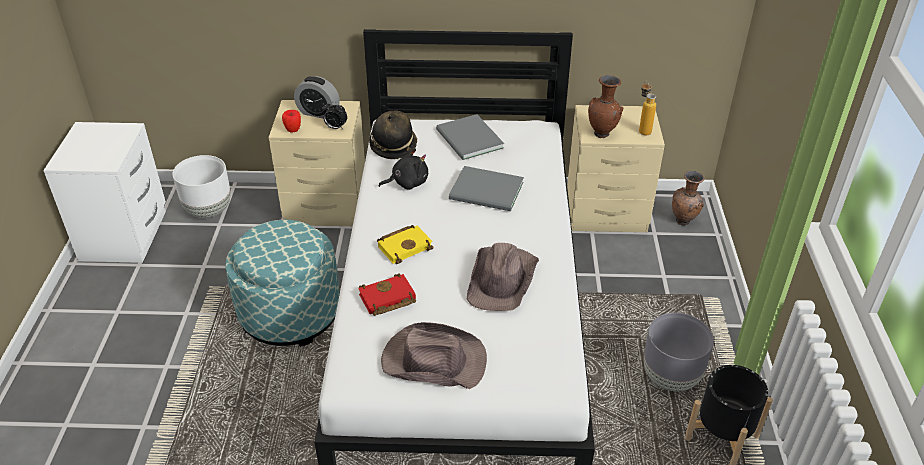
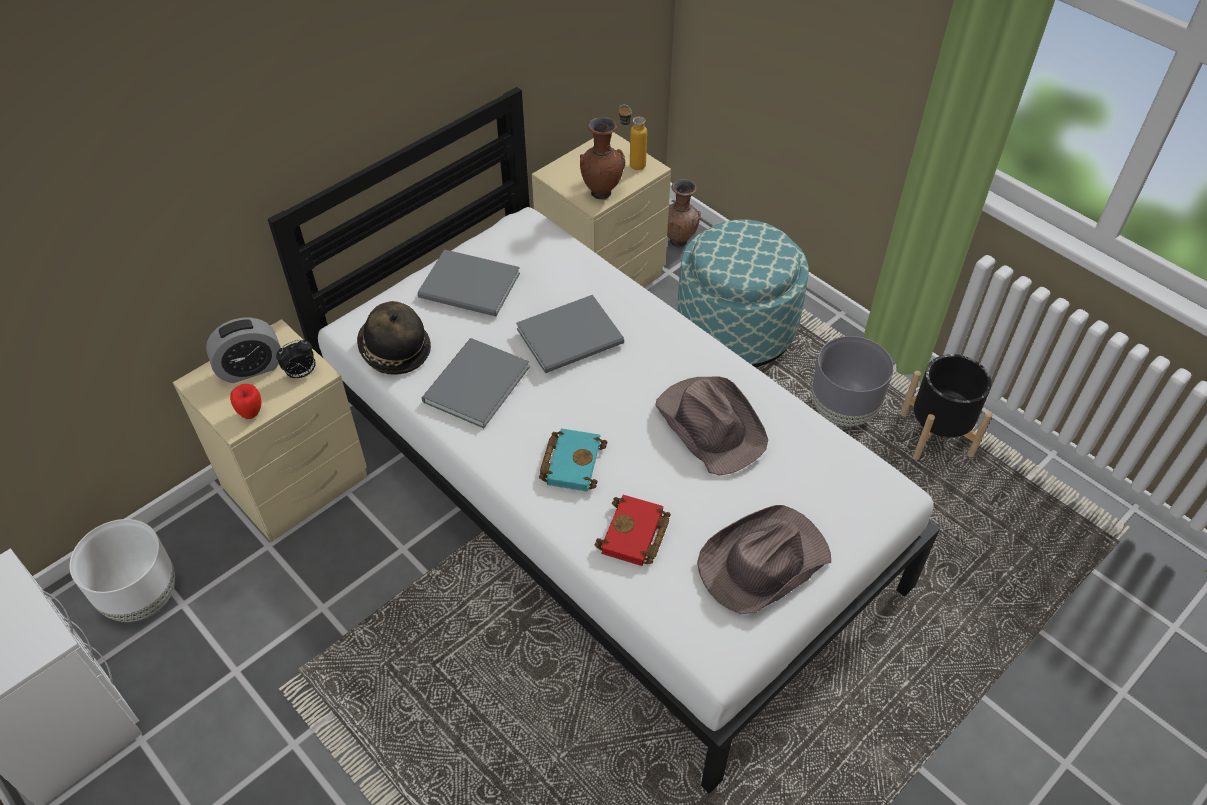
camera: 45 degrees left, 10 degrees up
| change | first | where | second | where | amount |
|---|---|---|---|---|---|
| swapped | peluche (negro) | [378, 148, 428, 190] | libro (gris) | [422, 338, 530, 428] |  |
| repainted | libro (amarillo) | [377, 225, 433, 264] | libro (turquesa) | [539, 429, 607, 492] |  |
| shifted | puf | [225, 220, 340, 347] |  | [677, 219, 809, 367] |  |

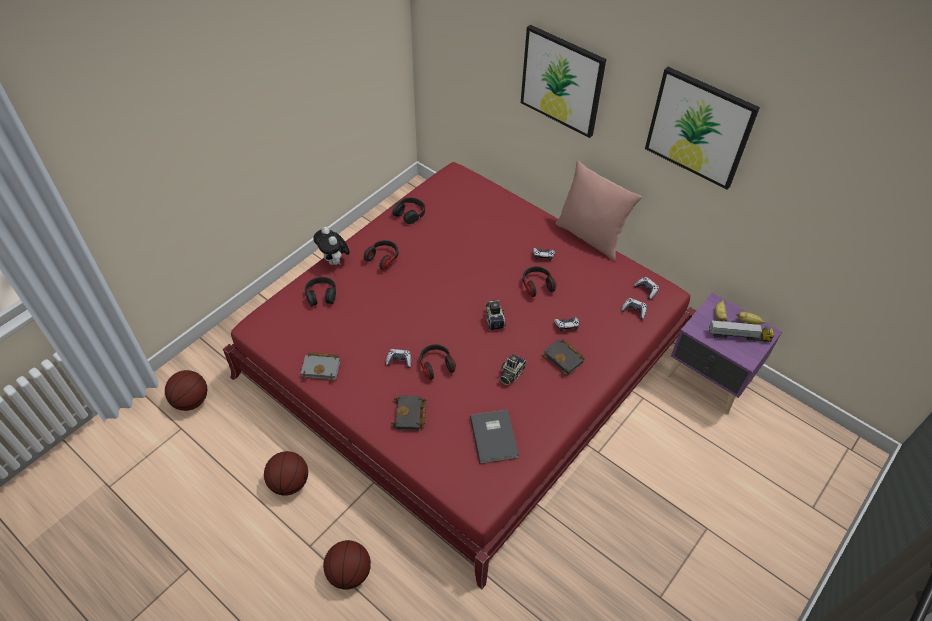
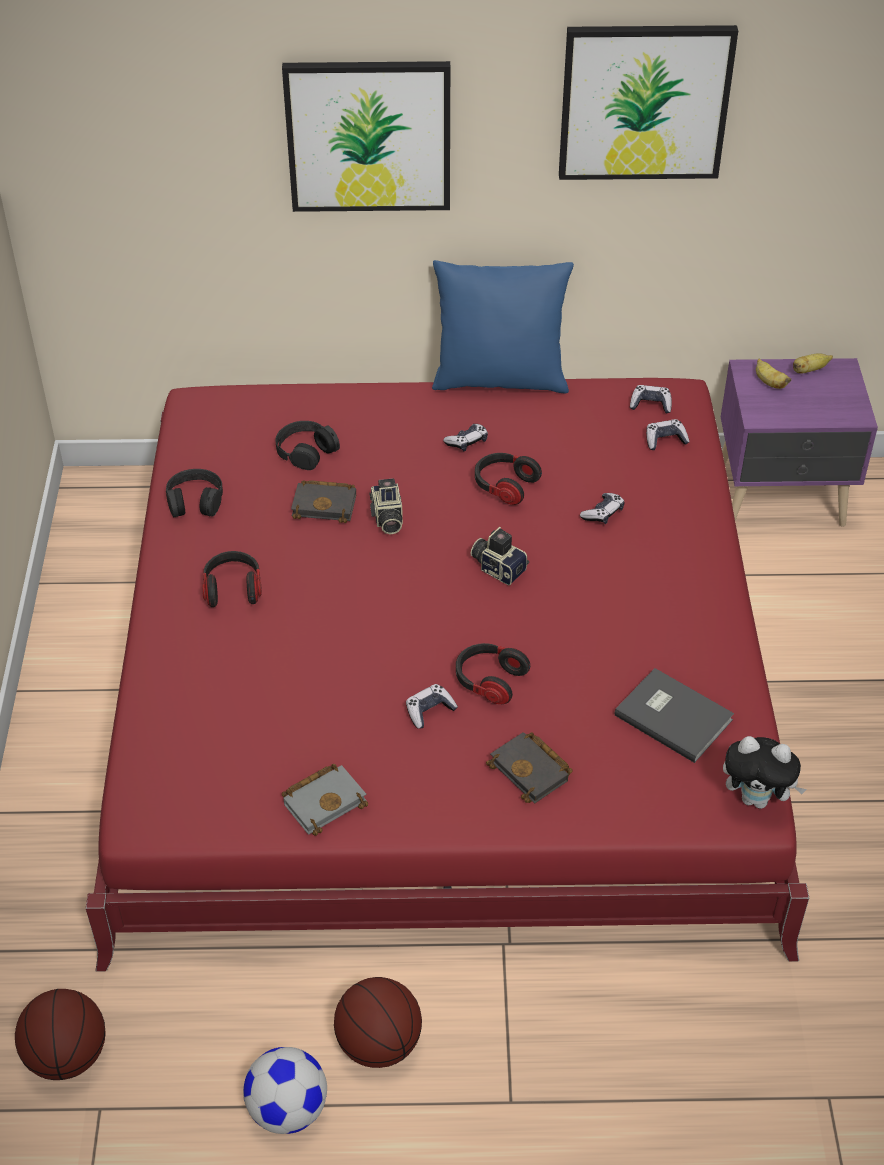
camera: 40 degrees left, 5 degrees down
| change | first | where | second | where | amount |
|---|---|---|---|---|---|
| new |  |  | balón de fútbol | [243, 1047, 327, 1134] |  |
| shifted | auriculares (negro) | [305, 277, 336, 307] |  | [275, 421, 340, 470] |  |
| shifted | libro (negro) | [542, 339, 585, 375] |  | [291, 480, 356, 523] |  |
| shifted | cámara | [499, 354, 526, 385] |  | [370, 478, 403, 535] |  |
| repainted | cojín (rosa) | [556, 160, 642, 261] | cojín (azul) | [432, 260, 574, 393] |  |
| shifted | peluche | [313, 227, 350, 265] |  | [723, 736, 807, 809] |  |
| gone | balón de baloncesto | [323, 540, 371, 590] |  |  |  |
| gone | camión de juguete | [709, 320, 774, 342] |  |  |  |

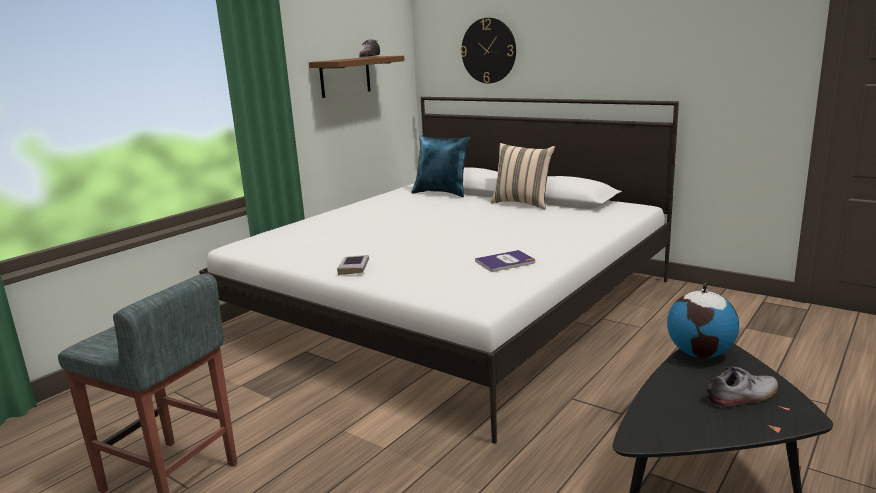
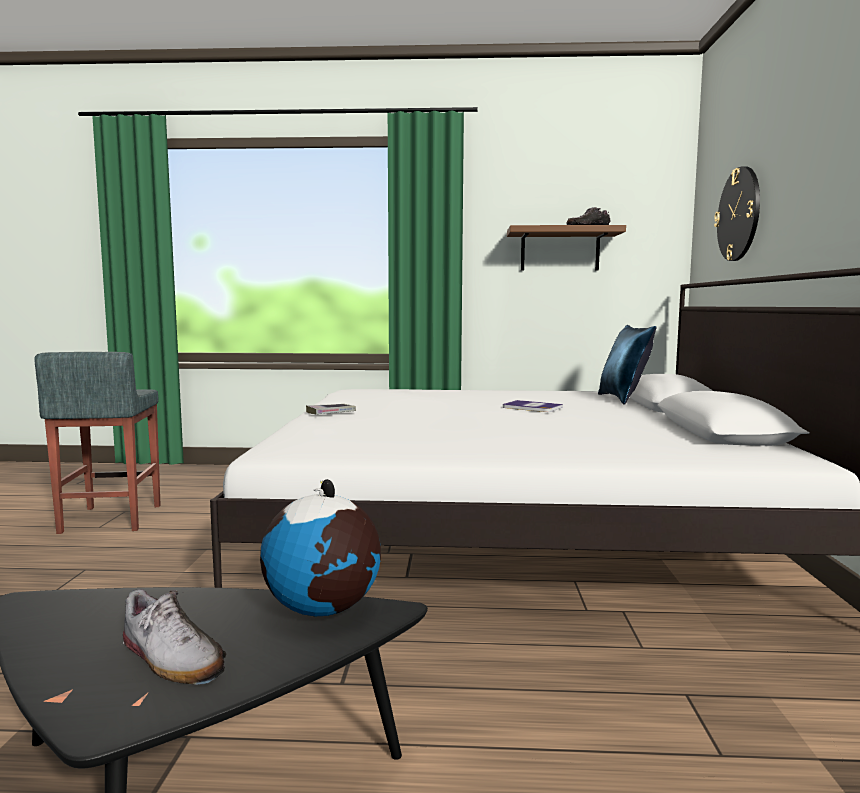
camera: 55 degrees right, 10 degrees down
| change | first | where | second | where | amount |
|---|---|---|---|---|---|
| shifted | libro | [475, 250, 535, 272] |  | [503, 400, 563, 412] |  |
| gone | cojín (beis) | [490, 143, 555, 209] |  |  |  |

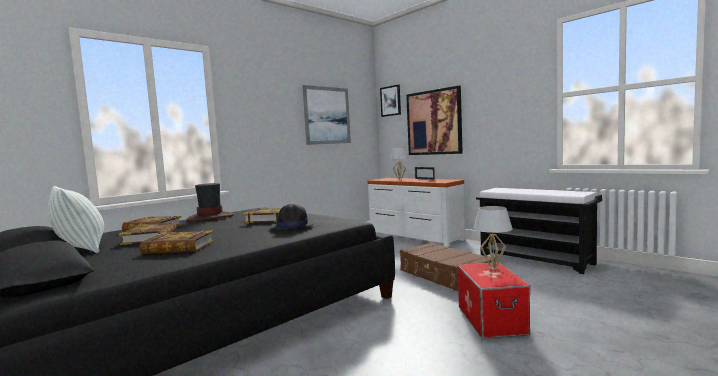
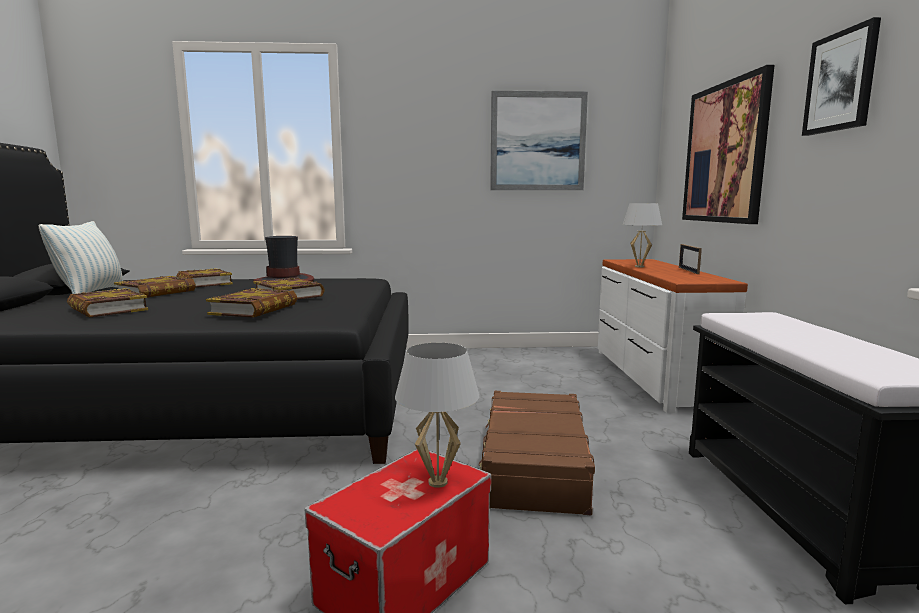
camera: 40 degrees right, 5 degrees up
| change | first | where | second | where | amount |
|---|---|---|---|---|---|
| swapped | sombrero (negro) | [270, 204, 314, 229] | libro | [206, 288, 297, 318] |  |
| shifted | cuadro | [380, 85, 401, 117] |  | [802, 17, 881, 136] |  |

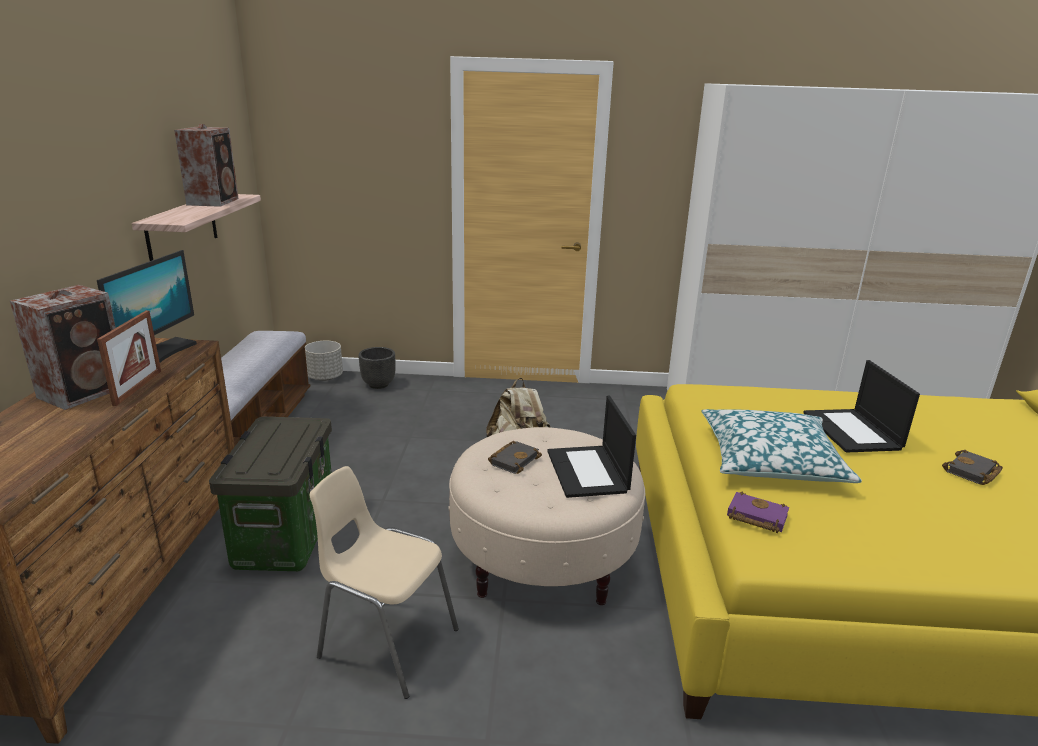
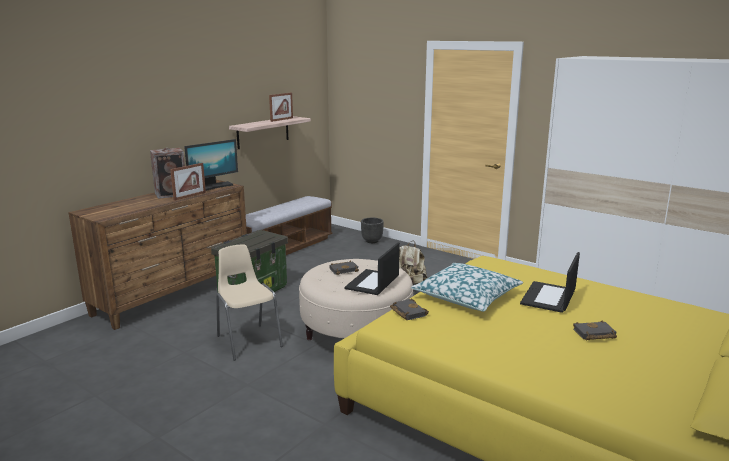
camera: 35 degrees right, 5 degrees down
| change | first | where | second | where | amount |
|---|---|---|---|---|---|
| swapped | altavoz | [174, 124, 239, 207] | portarretratos | [269, 93, 293, 122] |  |
| repainted | libro (morado) | [727, 492, 789, 533] | libro (negro) | [390, 299, 429, 320] |  |
| gone | maceta (gris) | [305, 341, 343, 381] |  |  |  |

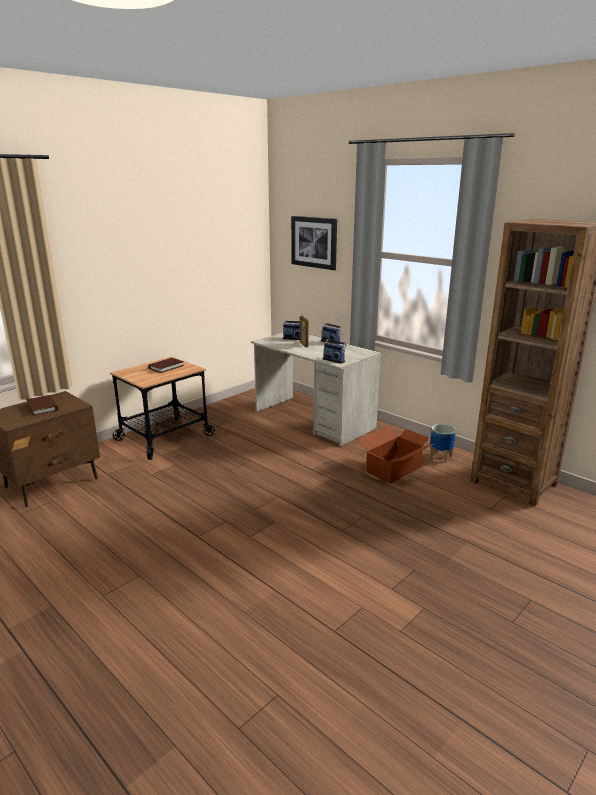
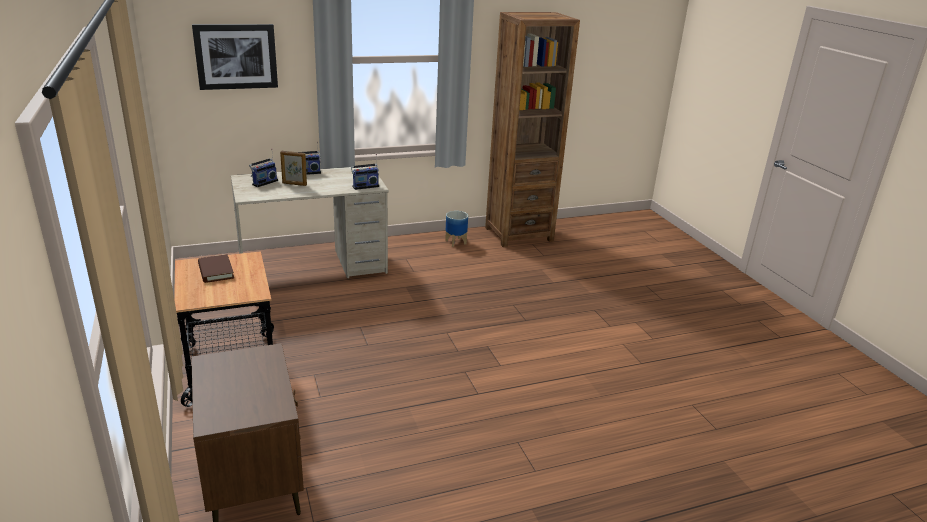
camera: 65 degrees left, 5 degrees up
| change | first | where | second | where | amount |
|---|---|---|---|---|---|
| gone | libro (marrón) | [26, 395, 59, 416] |  |  |  |
| gone | caja de cartón | [358, 426, 434, 484] |  |  |  |

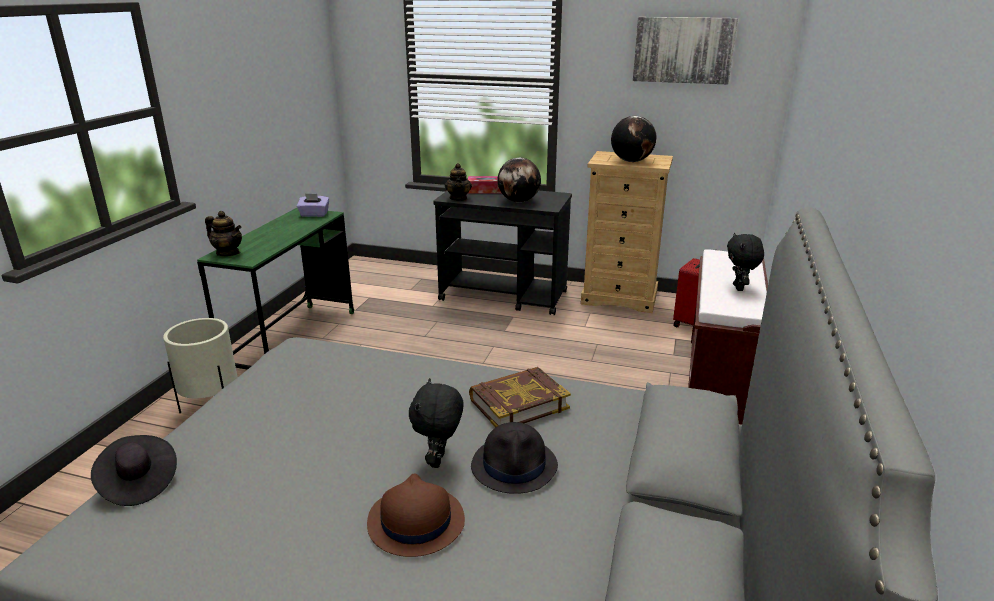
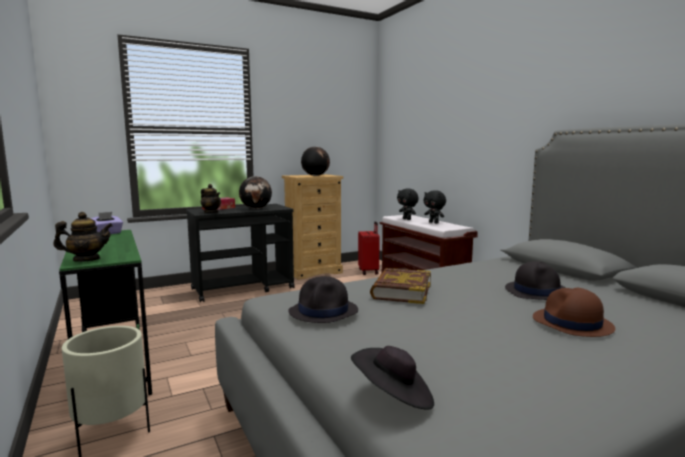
camera: 45 degrees left, 15 degrees down
| change | first | where | second | where | amount |
|---|---|---|---|---|---|
| new |  |  | sombrero (negro) | [288, 276, 358, 323] |  |
| shifted | libro | [469, 367, 571, 428] |  | [370, 268, 431, 304] |  |
| shifted | peluche (negro) | [409, 378, 464, 468] |  | [397, 189, 419, 220] |  |
| gone | cuadro | [633, 17, 738, 85] |  |  |  |

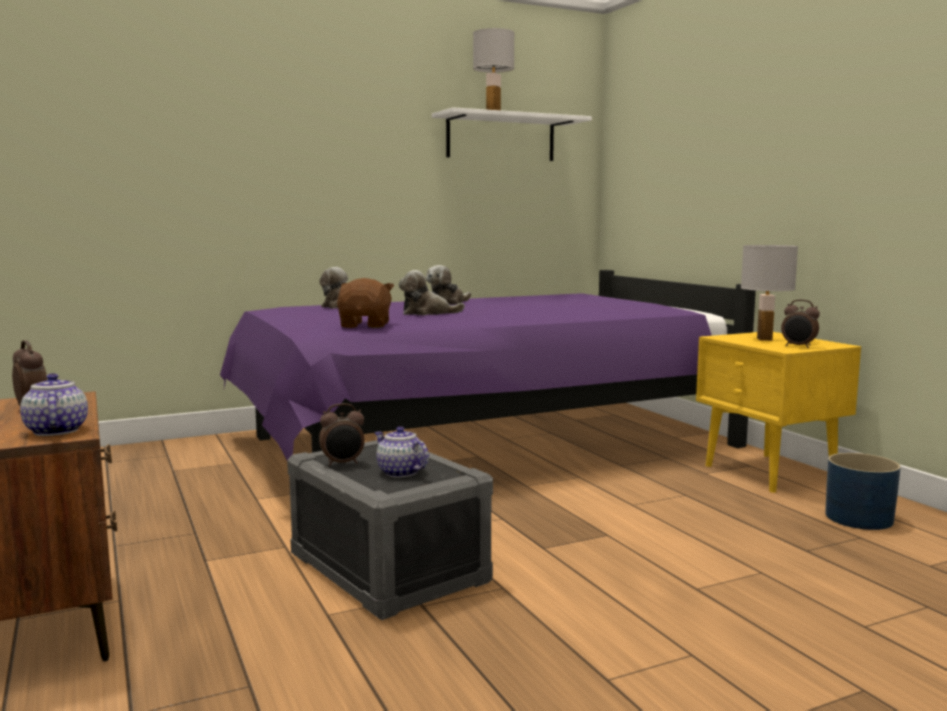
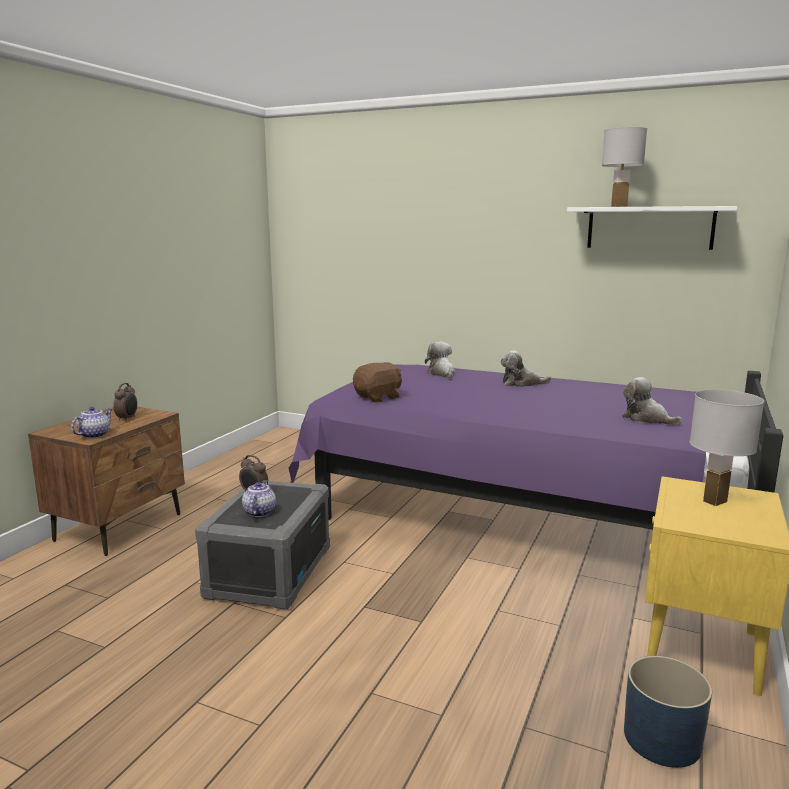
camera: 50 degrees right, 5 degrees up
| change | first | where | second | where | amount |
|---|---|---|---|---|---|
| shifted | peluche | [399, 270, 465, 315] |  | [622, 377, 682, 425] |  |
| gone | despertador | [781, 300, 820, 348] |  |  |  |

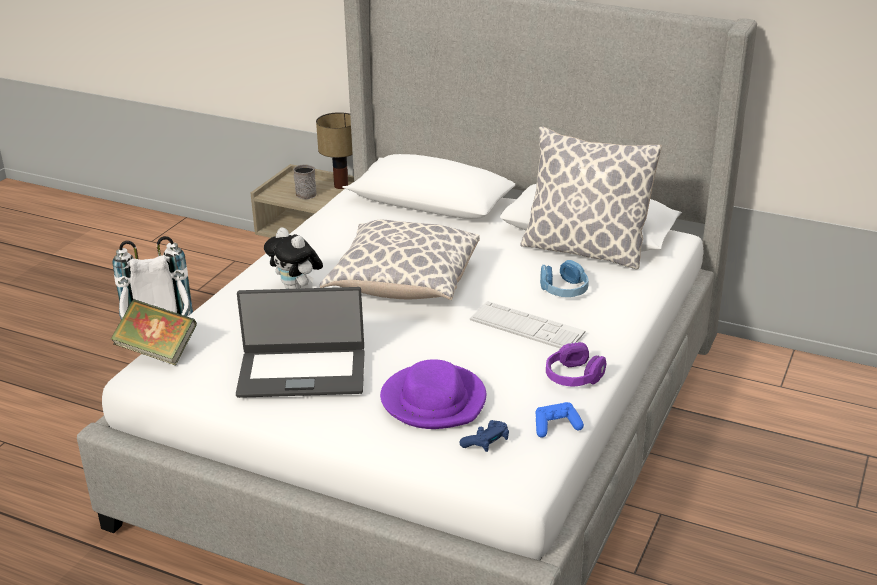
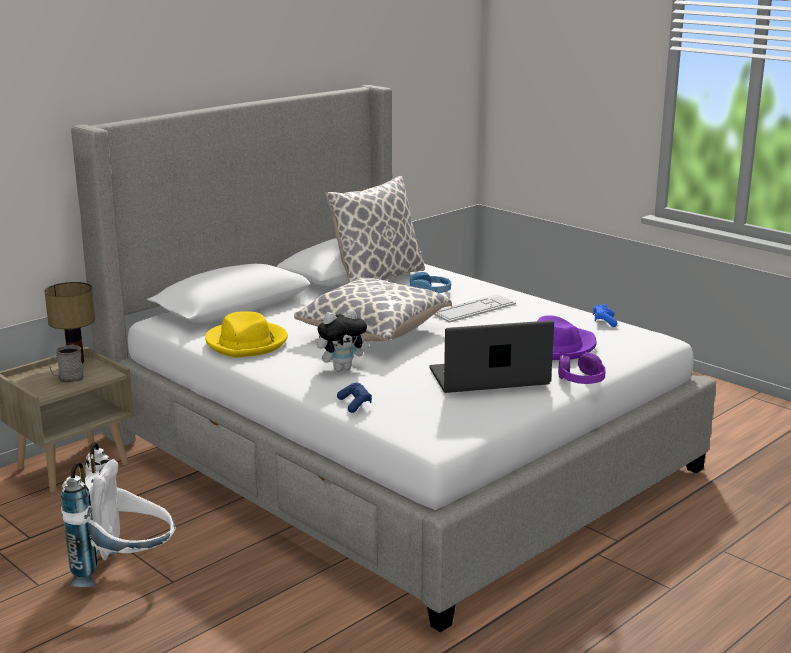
camera: 70 degrees left, 10 degrees down
| change | first | where | second | where | amount |
|---|---|---|---|---|---|
| new |  |  | sombrero (amarillo) | [205, 311, 288, 358] |  |
| shifted | mando de consola (azul) | [459, 420, 509, 452] |  | [337, 383, 372, 413] |  |
| rotated | portátil | [236, 287, 364, 398] |  | [430, 320, 554, 393] | 120 degrees counterclockwise |
| shifted | auriculares (morado) | [546, 342, 607, 387] |  | [558, 352, 606, 384] |  |
| gone | libro | [110, 299, 197, 365] |  |  |  |

